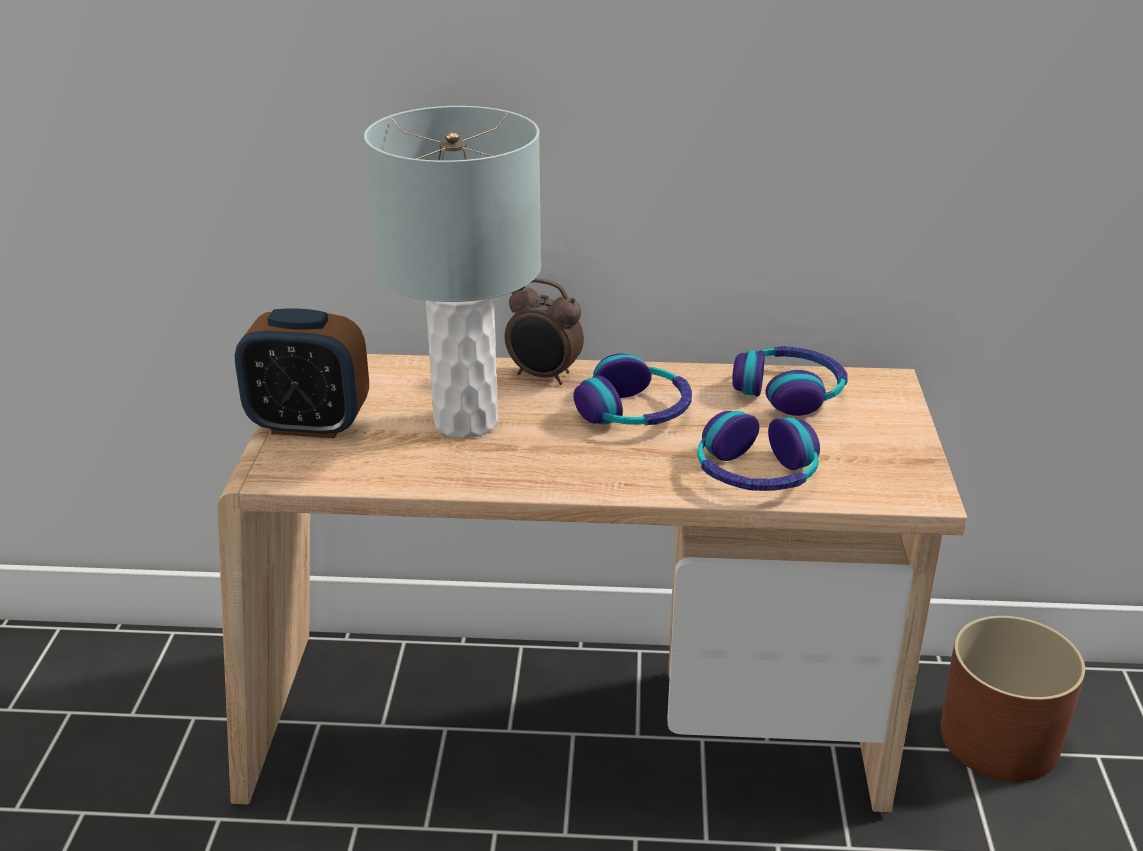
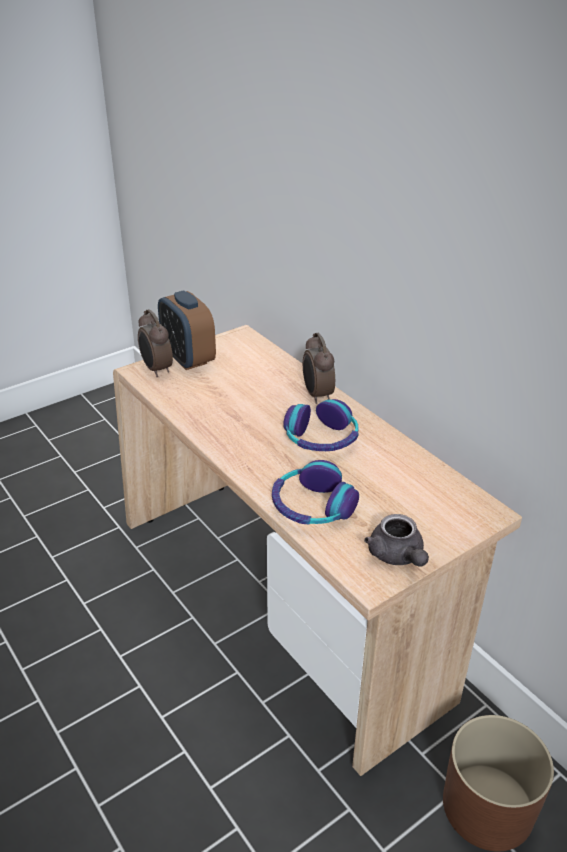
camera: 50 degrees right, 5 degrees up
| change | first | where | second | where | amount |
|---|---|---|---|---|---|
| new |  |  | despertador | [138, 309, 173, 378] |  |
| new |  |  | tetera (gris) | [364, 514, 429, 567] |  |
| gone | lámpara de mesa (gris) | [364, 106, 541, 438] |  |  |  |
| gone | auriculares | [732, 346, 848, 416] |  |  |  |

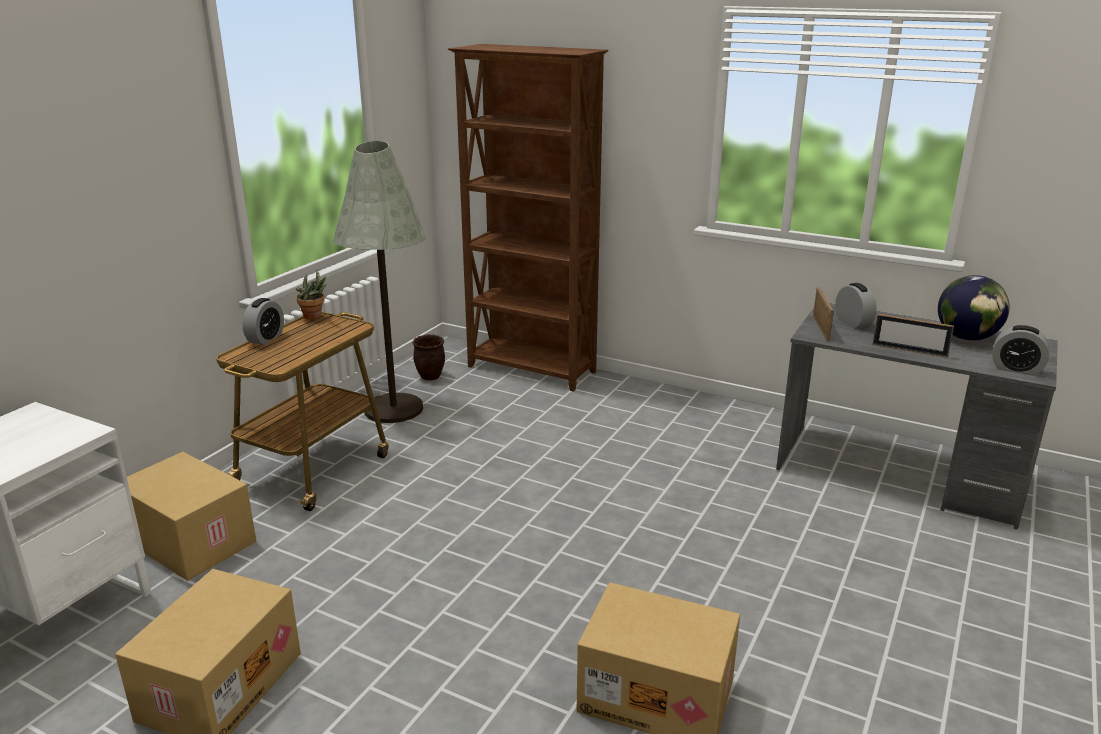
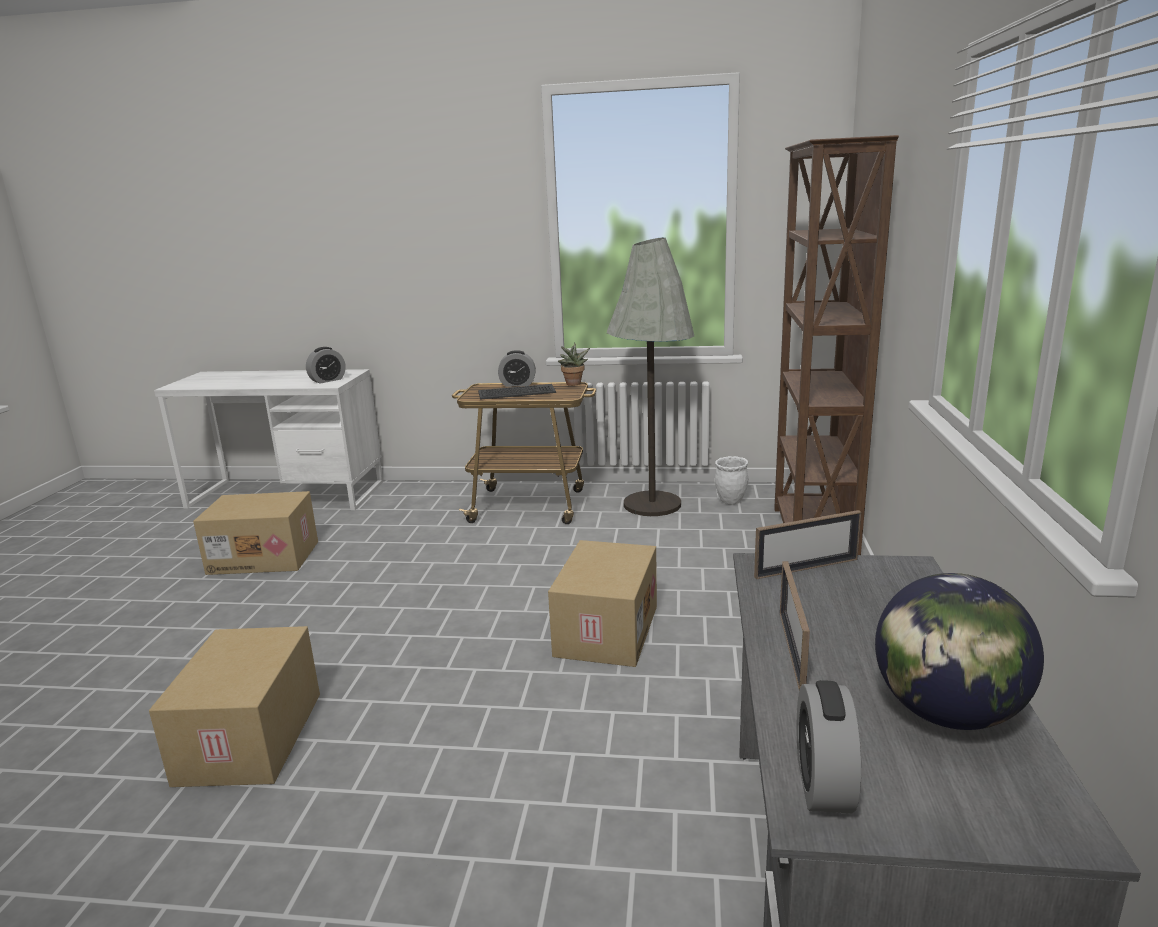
camera: 70 degrees right, 5 degrees down
| change | first | where | second | where | amount |
|---|---|---|---|---|---|
| shifted | despertador | [835, 283, 877, 329] |  | [306, 347, 346, 383] |  |
| new |  |  | teclado | [478, 384, 556, 400] |  |
| shifted | caja de cartón | [127, 452, 256, 581] |  | [548, 540, 657, 667] |  |
| repainted | maceta (marrón) | [413, 334, 445, 380] | maceta (blanco) | [715, 456, 748, 505] |  |

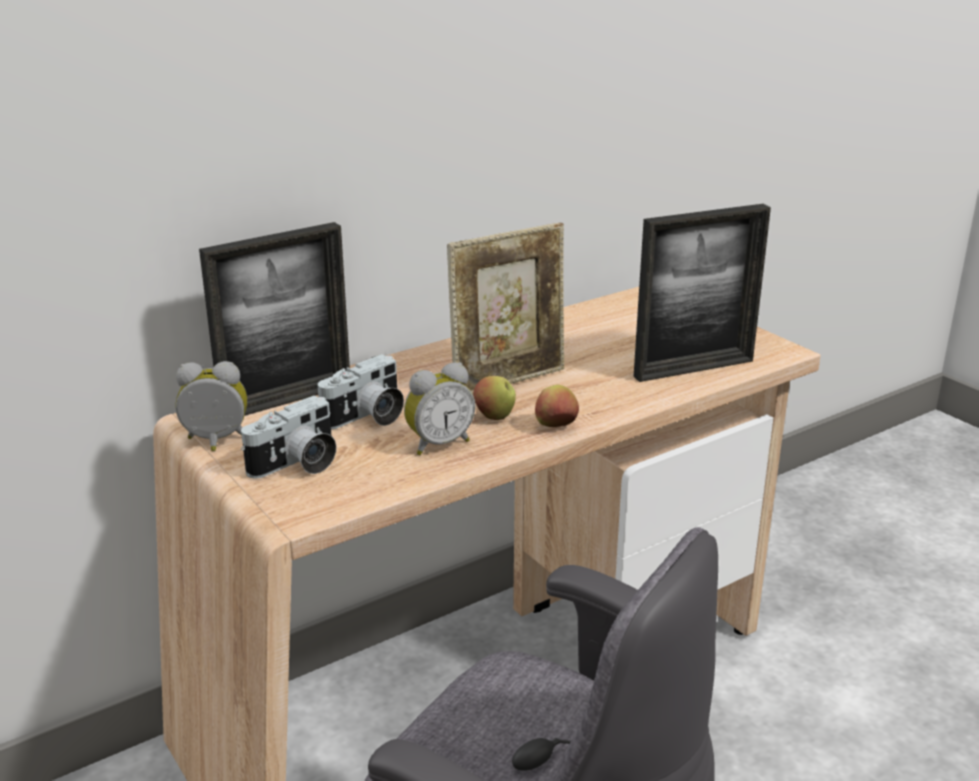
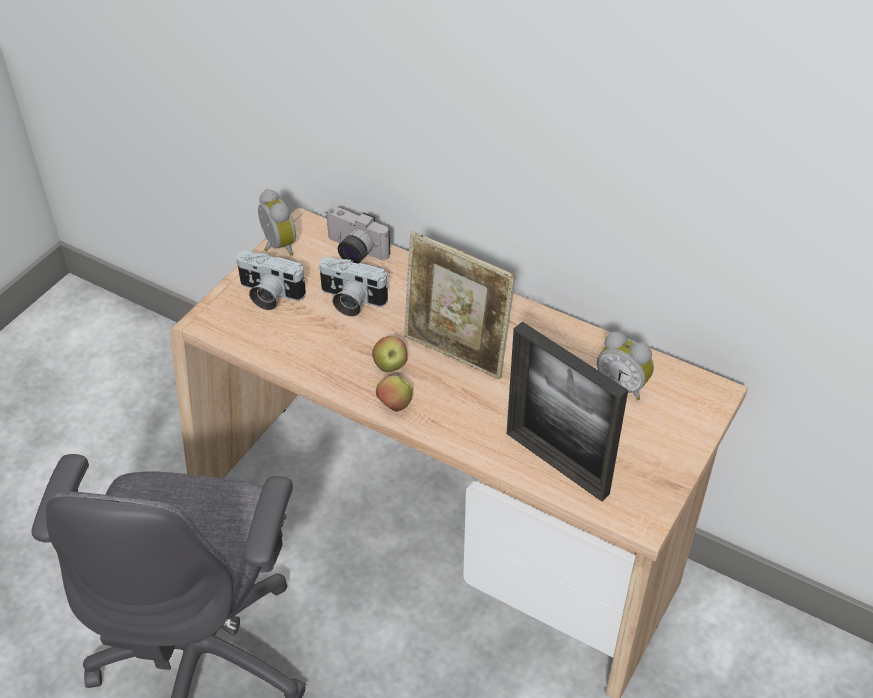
camera: 65 degrees right, 20 degrees up
| change | first | where | second | where | amount |
|---|---|---|---|---|---|
| swapped | portarretratos | [199, 222, 350, 416] | cámara | [325, 206, 390, 264] |  |
| shifted | despertador | [404, 362, 475, 455] |  | [597, 331, 654, 400] |  |

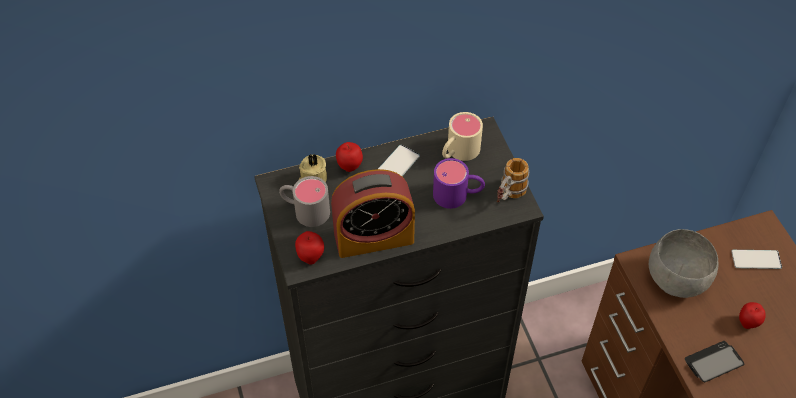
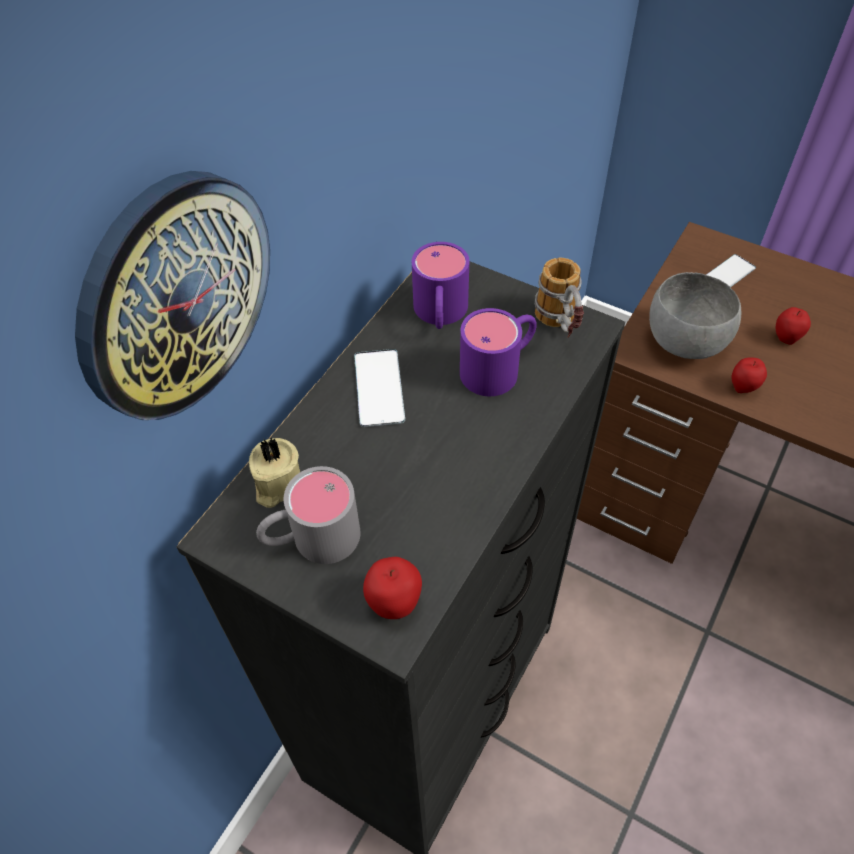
camera: 40 degrees left, 0 degrees up
| change | first | where | second | where | amount |
|---|---|---|---|---|---|
| new |  |  | reloj de pared | [75, 171, 270, 420] |  |
| repainted | taza grande (beis) | [442, 112, 483, 161] | taza grande (morado) | [412, 242, 469, 329] |  |
| shifted | manzana | [336, 142, 363, 172] |  | [732, 357, 767, 393] |  |
| gone | despertador | [331, 169, 415, 258] |  |  |  |
| gone | móvil | [685, 341, 744, 382] |  |  |  |

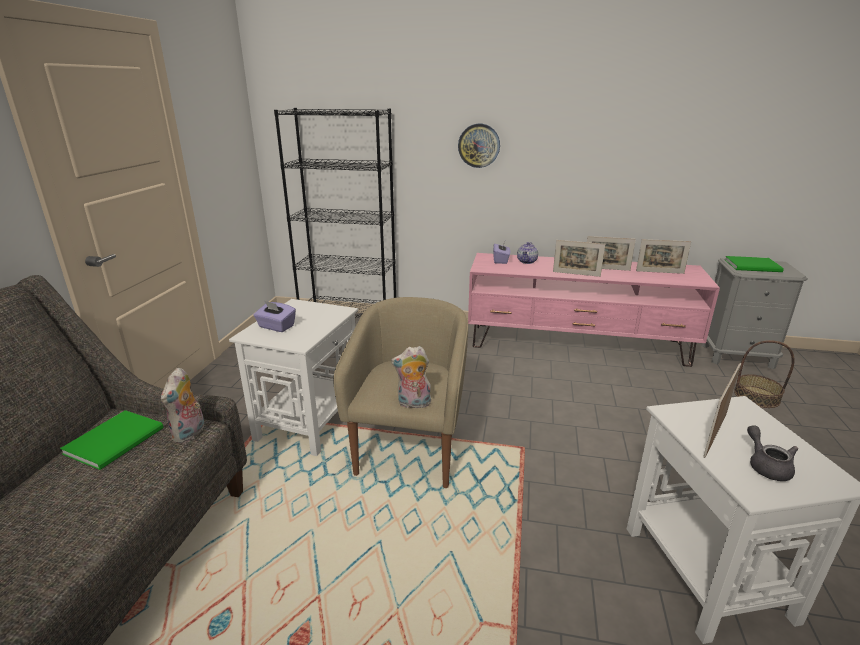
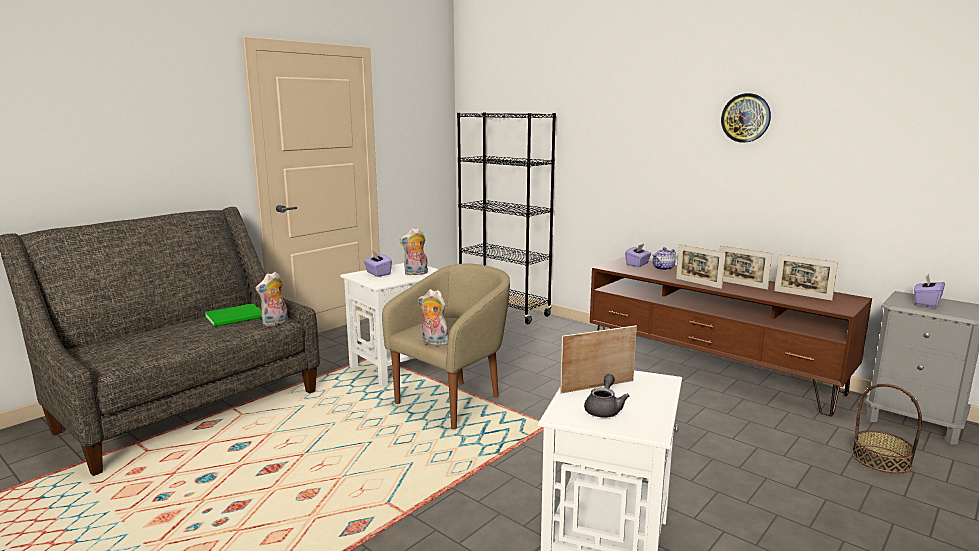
camera: 30 degrees right, 10 degrees down
| change | first | where | second | where | amount |
|---|---|---|---|---|---|
| new |  |  | peluche | [399, 228, 428, 275] |  |
| repainted | mueble de televisión (rosa) | [468, 253, 720, 367] | mueble de televisión (marrón) | [590, 257, 872, 416] |  |
| shifted | reloj de pared | [458, 124, 500, 168] |  | [721, 93, 771, 143] |  |
| swapped | libro (verde) | [725, 256, 784, 272] | caja de pañuelos (morado) | [914, 274, 945, 307] |  |

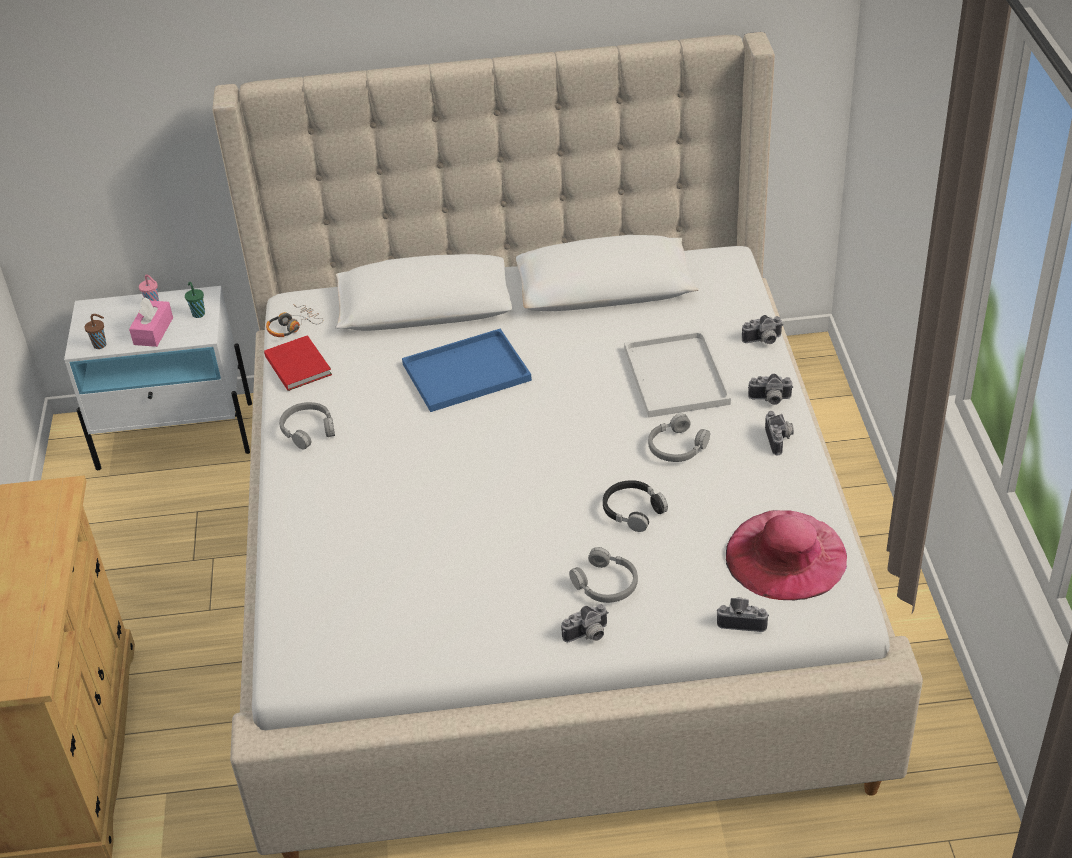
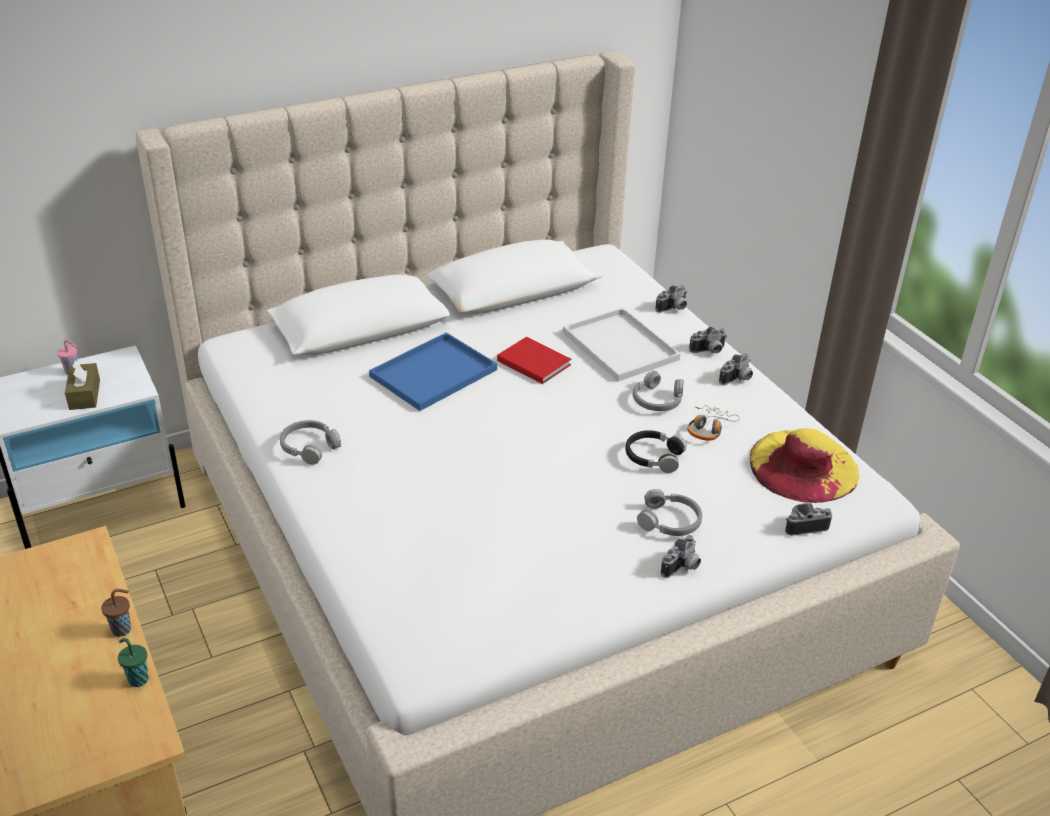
camera: 25 degrees left, 5 degrees down
| change | first | where | second | where | amount |
|---|---|---|---|---|---|
| repainted | caja de pañuelos (rosa) | [129, 297, 173, 347] | caja de pañuelos (marrón) | [65, 360, 100, 410] |  |
| shifted | taza (marrón) | [84, 314, 106, 349] |  | [101, 589, 131, 637] |  |
| shifted | taza (verde) | [185, 282, 205, 318] |  | [118, 638, 148, 687] |  |
| shifted | libro (rojo) | [264, 335, 332, 391] |  | [497, 337, 571, 384] |  |
| shifted | auriculares | [266, 304, 323, 337] |  | [687, 405, 740, 441] |  |
| rotated | cámara | [765, 411, 794, 456] |  | [719, 353, 753, 385] | 75 degrees clockwise |
| repainted | sombrero (rosa) | [726, 510, 847, 600] | sombrero (amarillo) | [750, 428, 859, 503] |  |

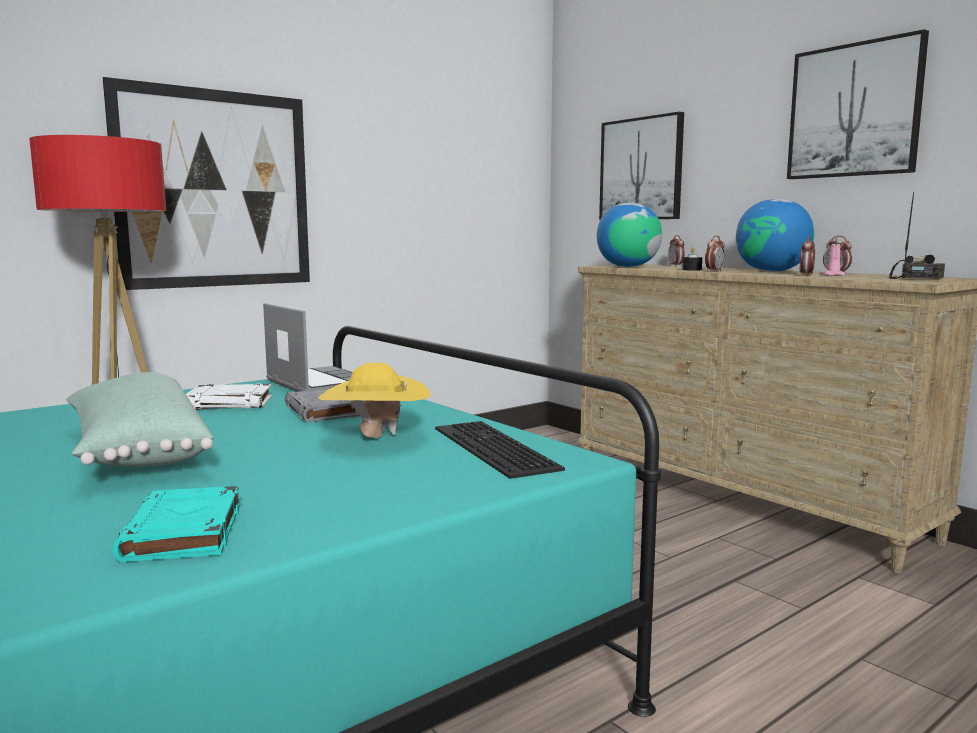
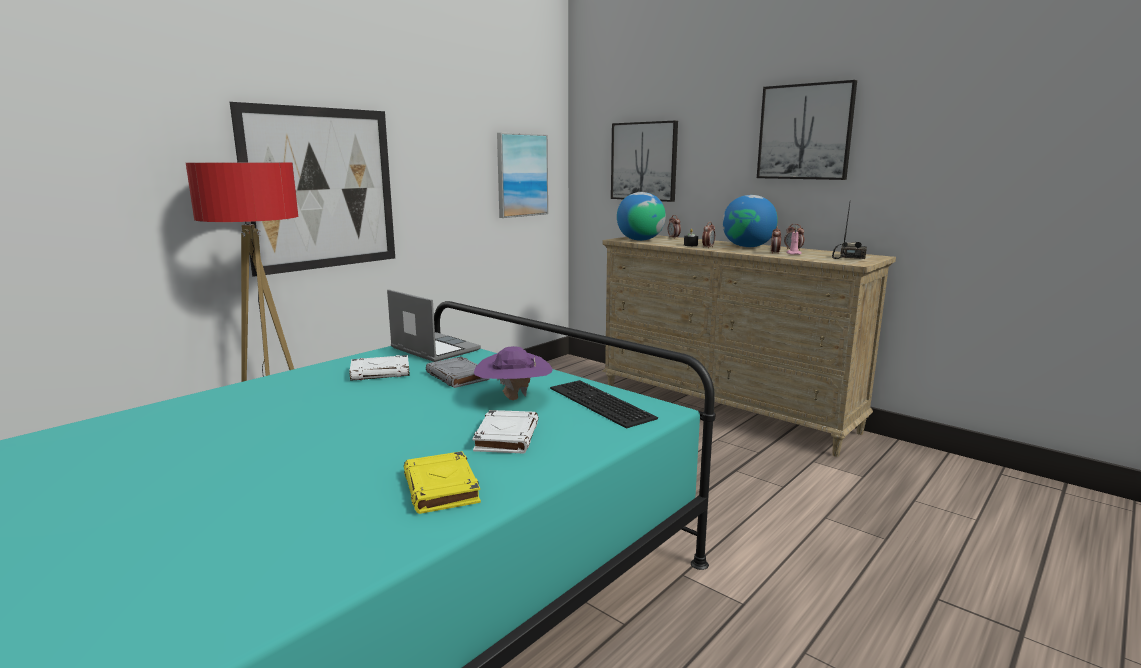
camera: 10 degrees left, 5 degrees up
| change | first | where | second | where | amount |
|---|---|---|---|---|---|
| repainted | libro (turquesa) | [113, 486, 240, 562] | libro (amarillo) | [404, 451, 481, 514] |  |
| new |  |  | libro (blanco) | [472, 410, 538, 453] |  |
| repainted | sombrero (amarillo) | [318, 363, 431, 438] | sombrero (morado) | [473, 346, 553, 400] |  |
| new |  |  | cuadro | [497, 133, 548, 218] |  |
| gone | cojín (verde) | [66, 372, 214, 467] |  |  |  |

